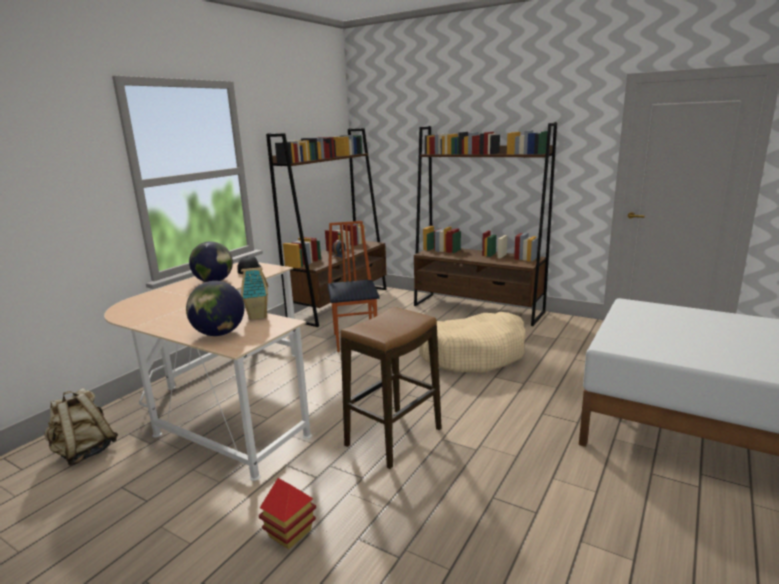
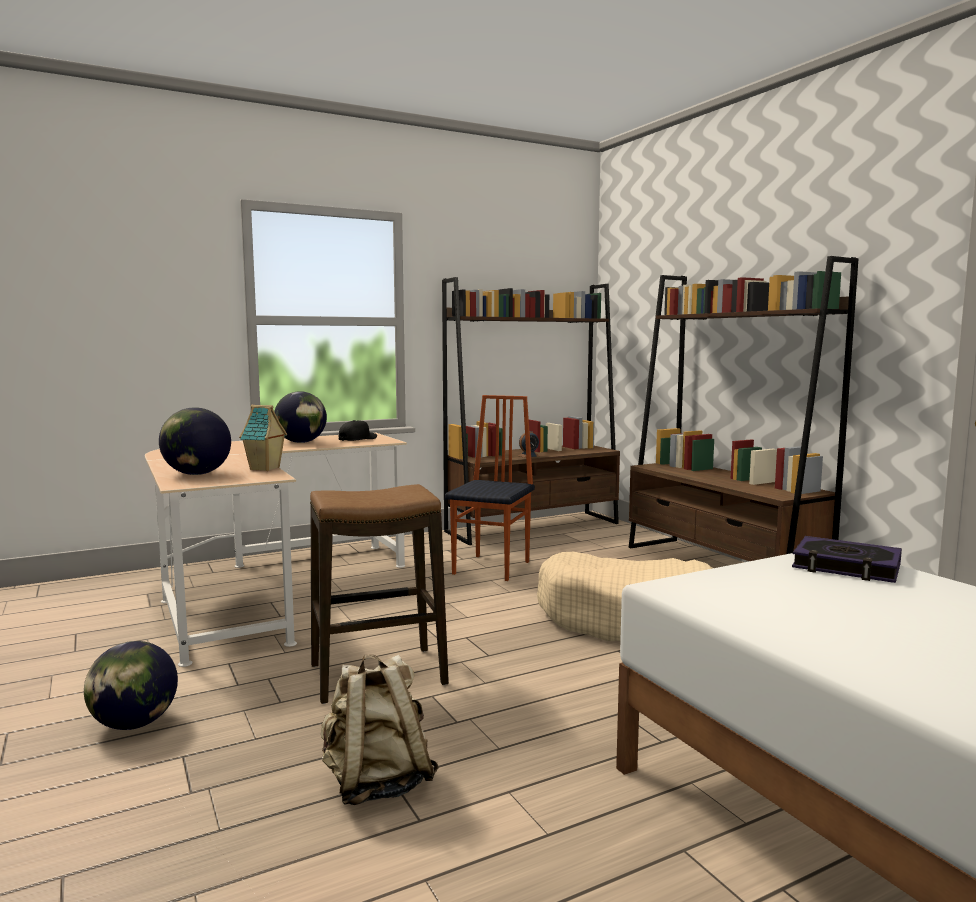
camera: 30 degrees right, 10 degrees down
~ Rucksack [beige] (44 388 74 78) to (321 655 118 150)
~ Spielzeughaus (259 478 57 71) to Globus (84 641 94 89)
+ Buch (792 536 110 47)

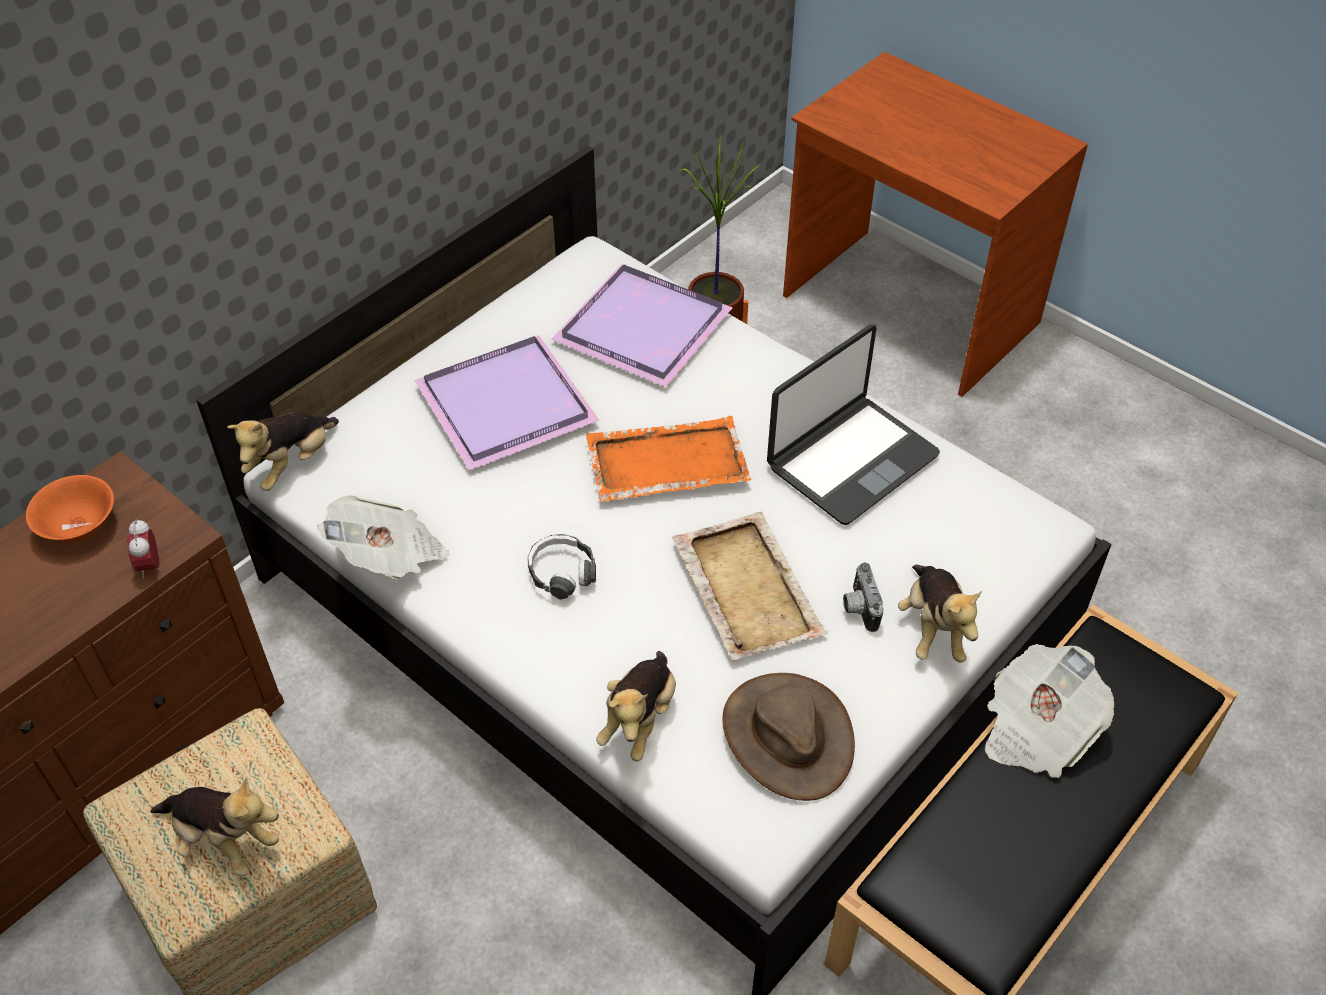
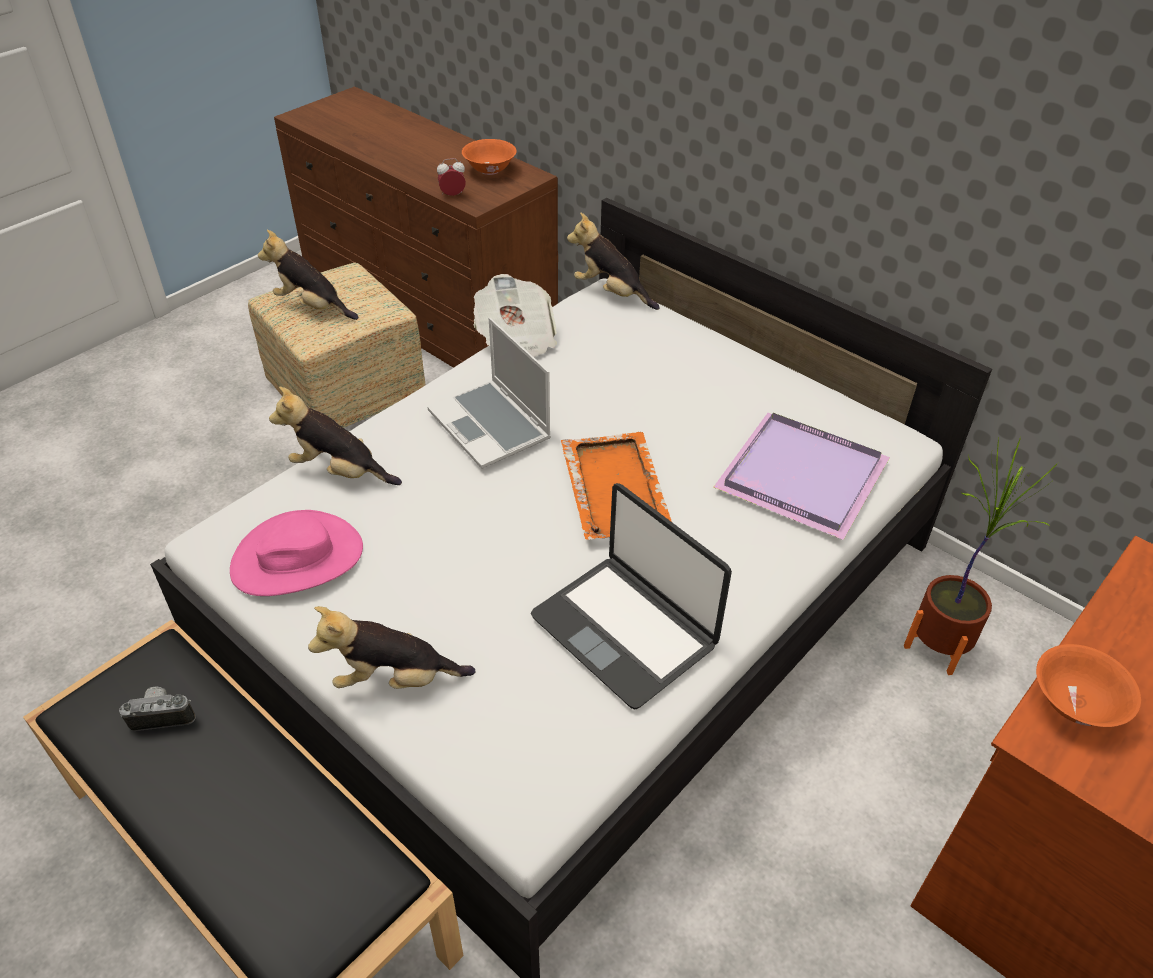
camera: 90 degrees right, 5 degrees down
- Tablett [lila] (414 335 185 136)
- Tablett [beige] (672 512 156 148)
~ Kopfhörer (528 534 68 66) to Laptop (427 318 124 151)
~ Kamera (843 562 41 70) to (119 686 77 45)
- Zeitung (985 644 129 134)
~ Hut [braun] (723 673 132 128) to Hut [rosa] (230 510 133 86)
~ Plüschtier (150 777 129 100) = (258 230 101 90) 90 degrees clockwise
+ Schüssel [orange] (1036 644 105 83)

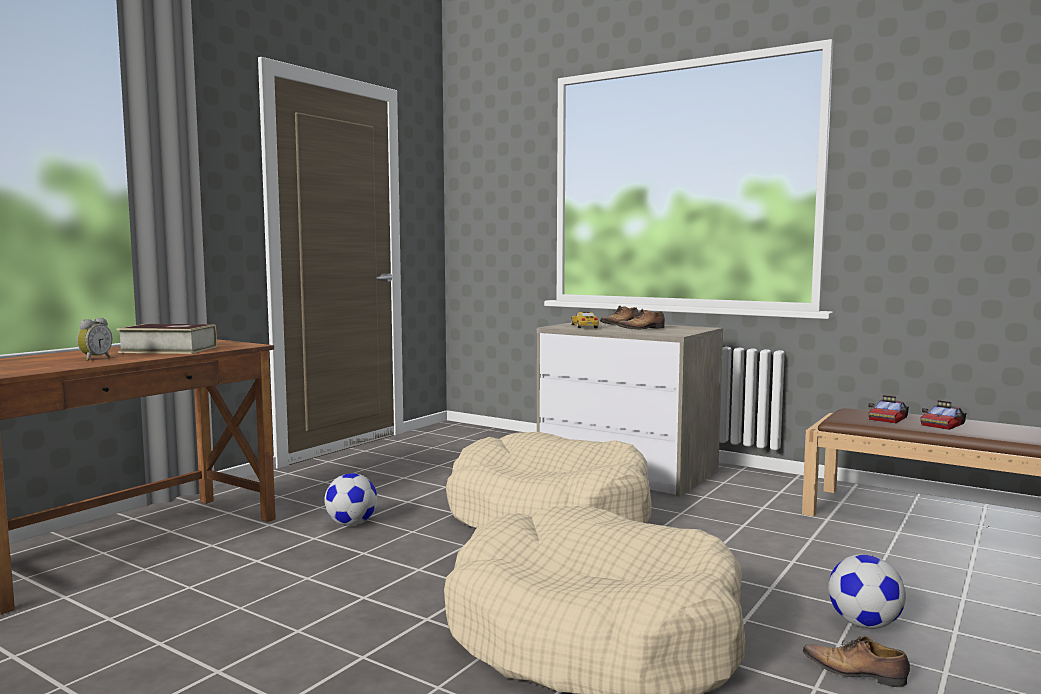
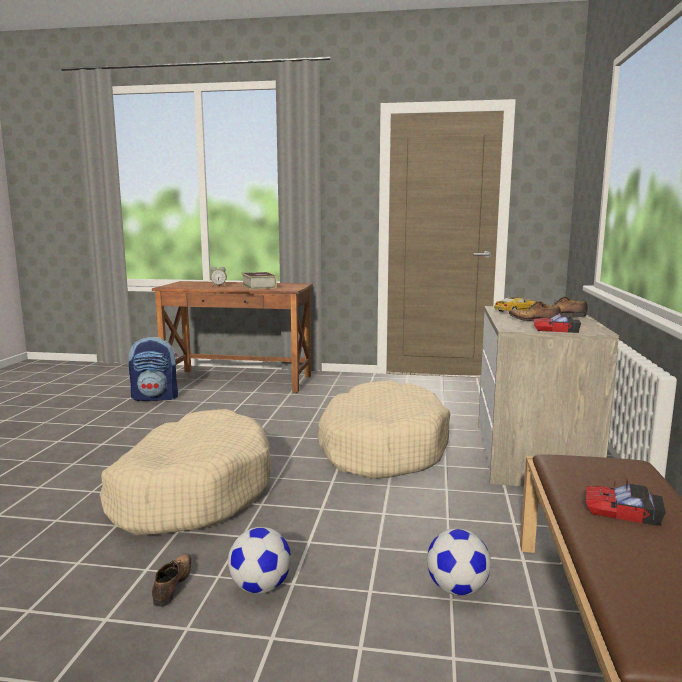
camera: 65 degrees right, 5 degrees up
~ Spielzeugauto (868 395 41 28) to (533 309 48 24)
~ Fußball (324 473 54 53) to (427 529 64 67)
+ Rucksack (129 337 49 64)

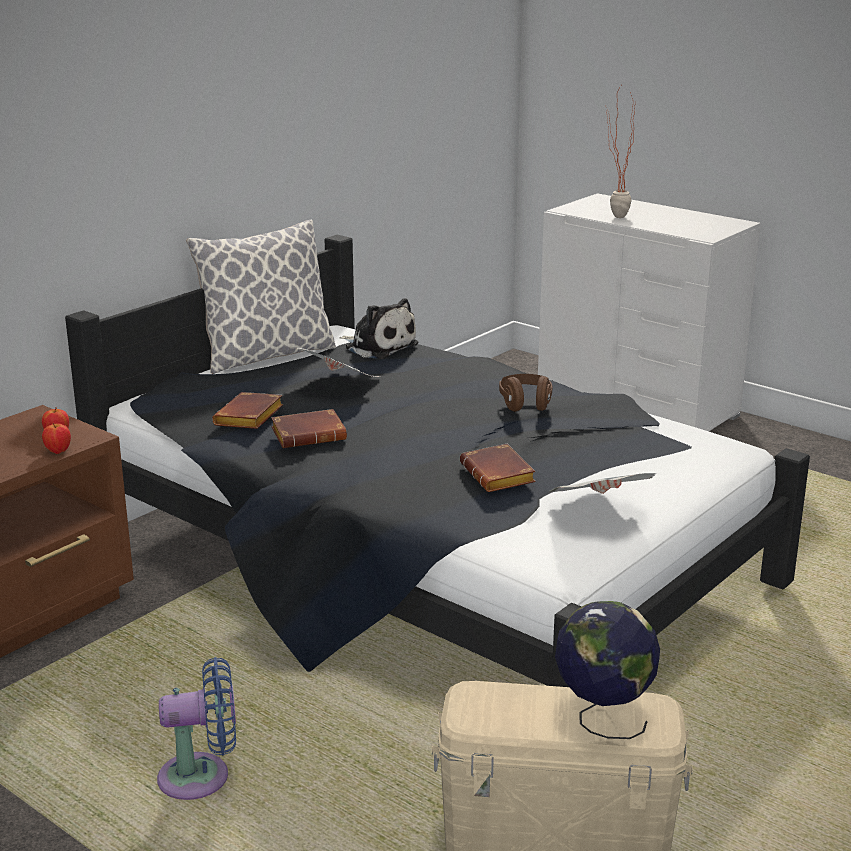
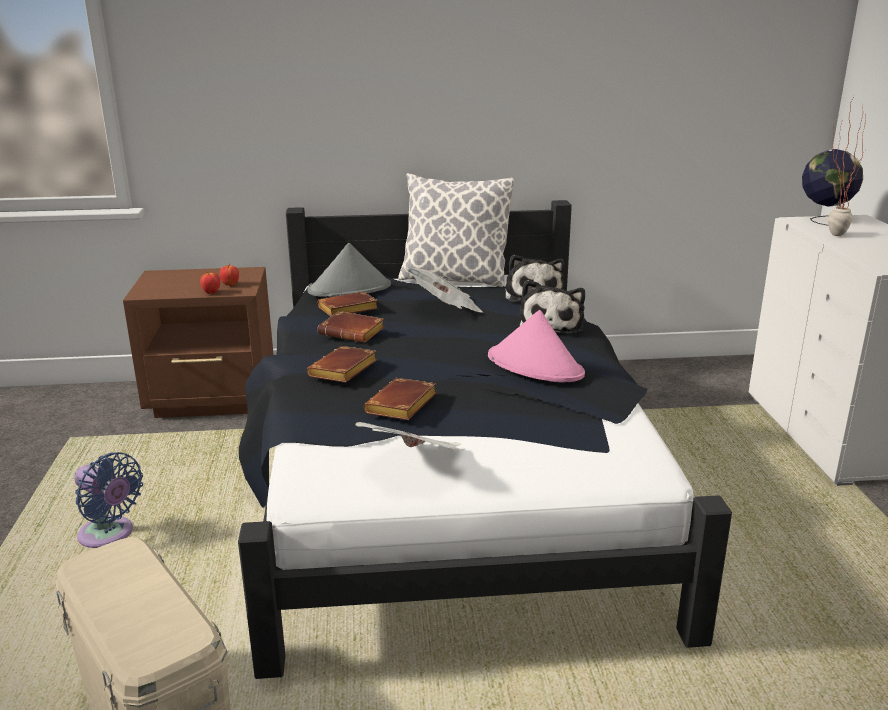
camera: 45 degrees right, 0 degrees up
~ Kopfhörer [braun] (499 374 53 38) to Hut [rosa] (488 310 97 73)
~ Globus (555 601 105 138) to (802 149 61 77)
+ Hut [grau] (308 243 83 54)
+ Plüschtier (520 280 65 54)
+ Buch [braun] (307 346 70 37)

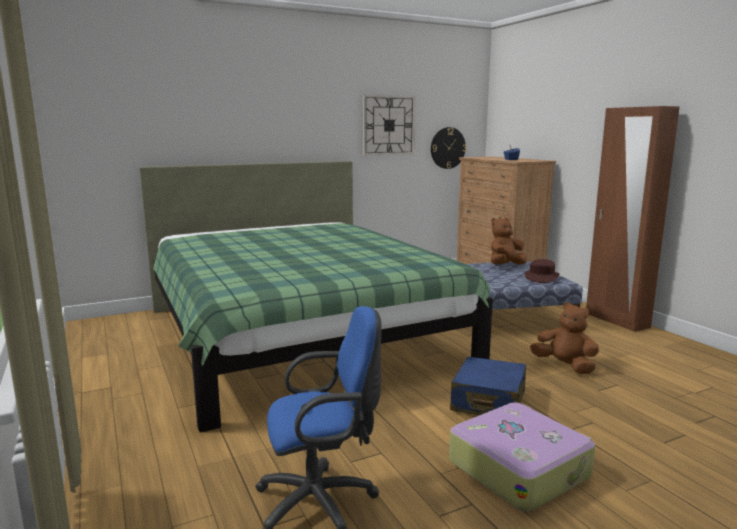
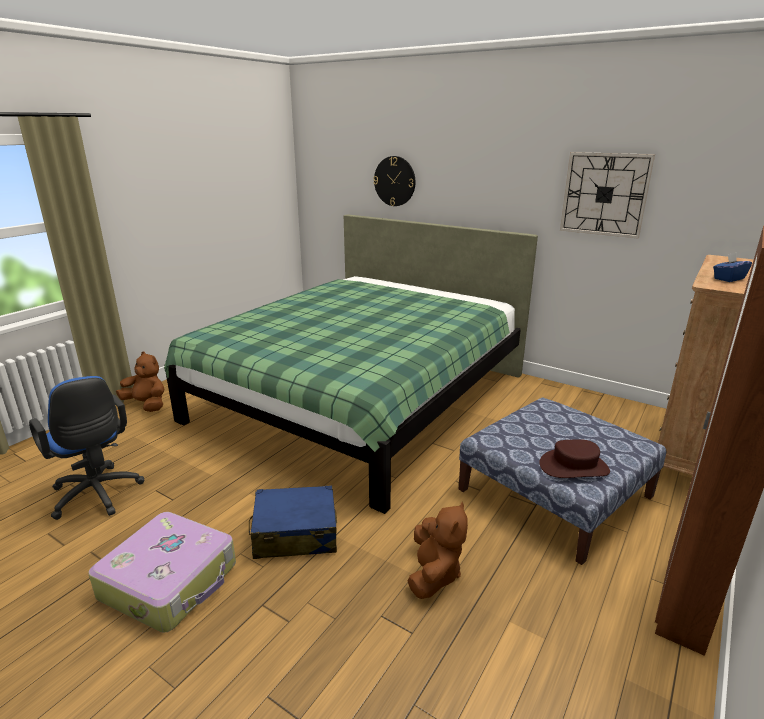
camera: 60 degrees right, 10 degrees up
~ Wanduhr (431 127 35 42) to (373 156 42 50)
~ Plüschtier [braun] (491 218 36 47) to (116 351 48 61)

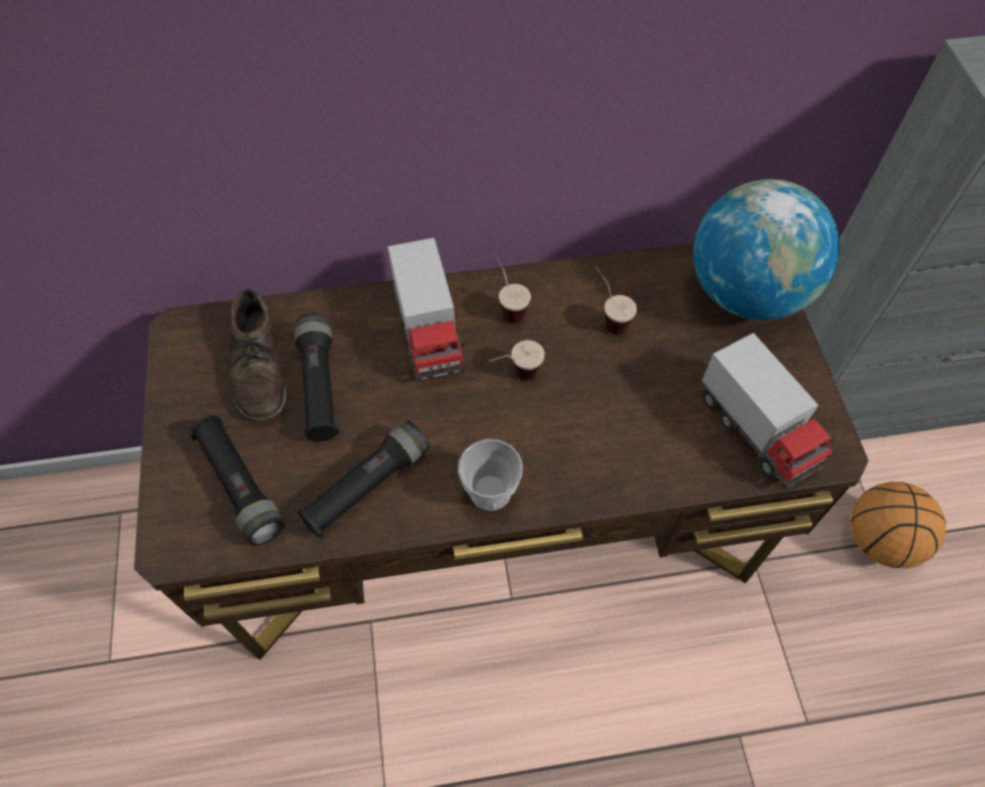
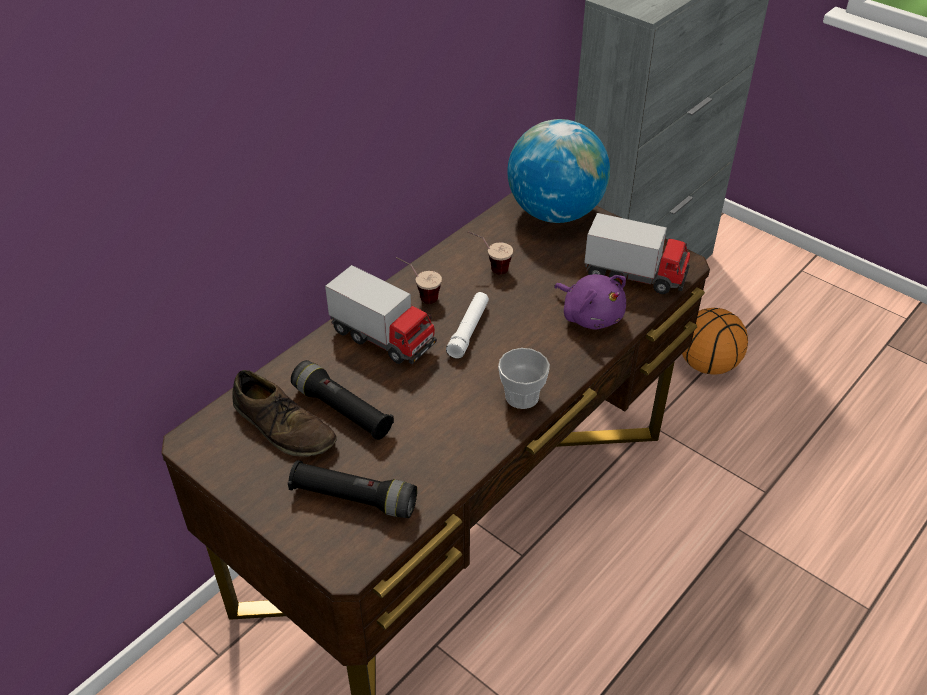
camera: 40 degrees left, 15 degrees down
~ Tasse (489 340 56 41) to Taschenlampe [weiß] (446 292 43 67)
- Taschenlampe [schwarz] (297 421 133 118)
+ Plüschtier [lila] (554 274 72 56)

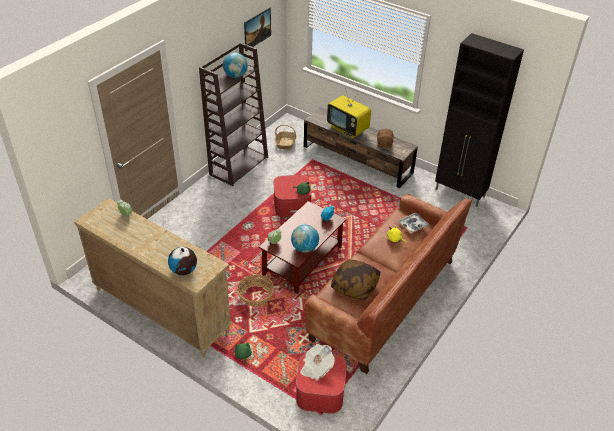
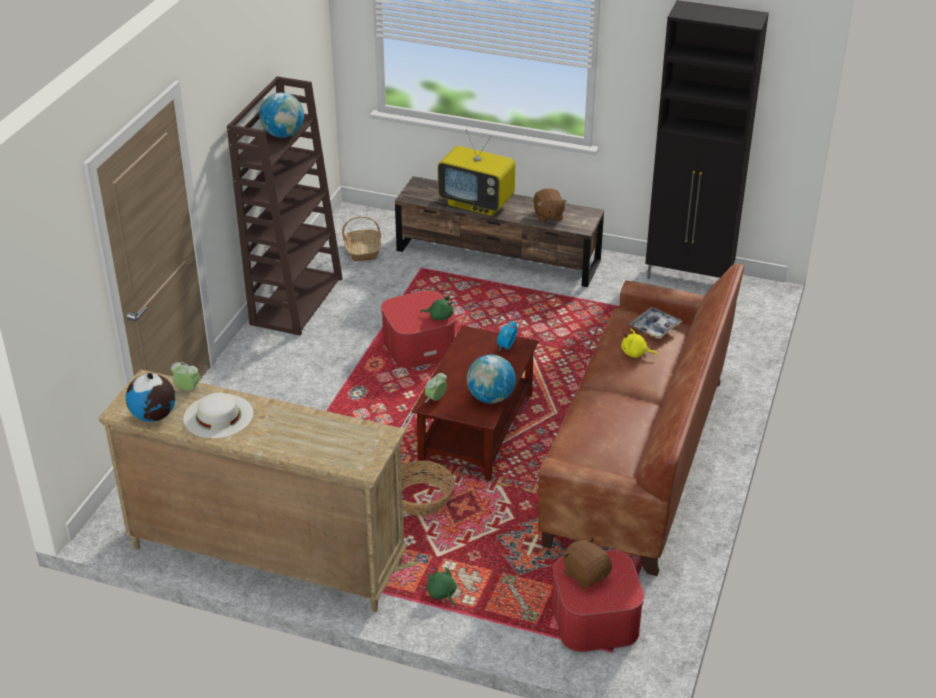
camera: 15 degrees left, 5 degrees down
- Bild (244 8 27 43)
~ Globus (168 247 29 28) to (126 373 49 49)
- Kissen (331 260 49 40)
~ Zeitung (300 344 35 37) to Plüschtier [braun] (562 537 50 52)
+ Hut [weiß] (183 393 70 45)

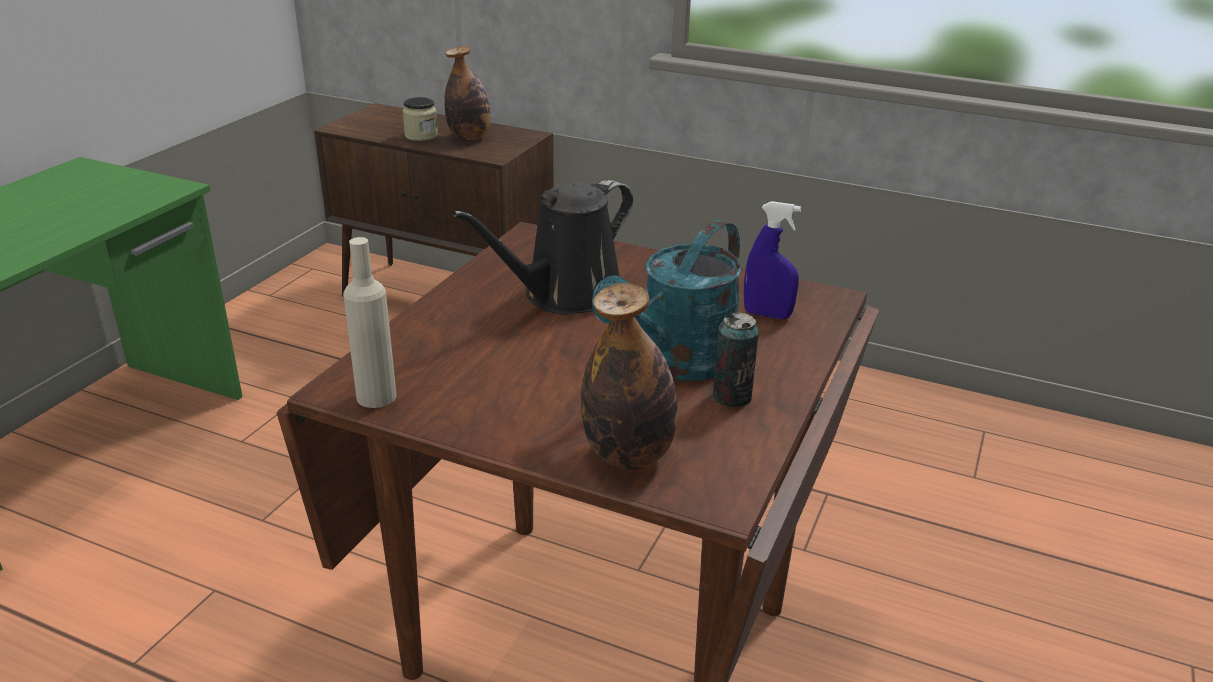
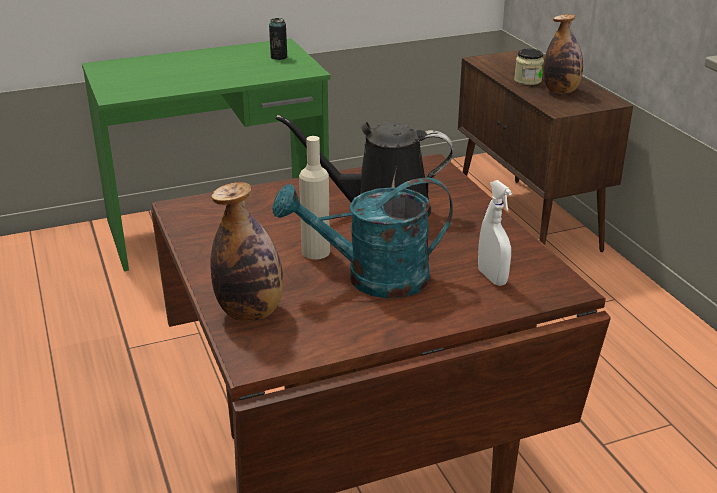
camera: 45 degrees right, 0 degrees up
~ Sprühflasche [blau] (744 201 57 118) to Sprühflasche [weiß] (478 180 34 106)
~ Flasche [beige] (343 237 54 171) to (299 136 31 123)
~ Dose (712 312 47 95) to (269 18 18 42)

